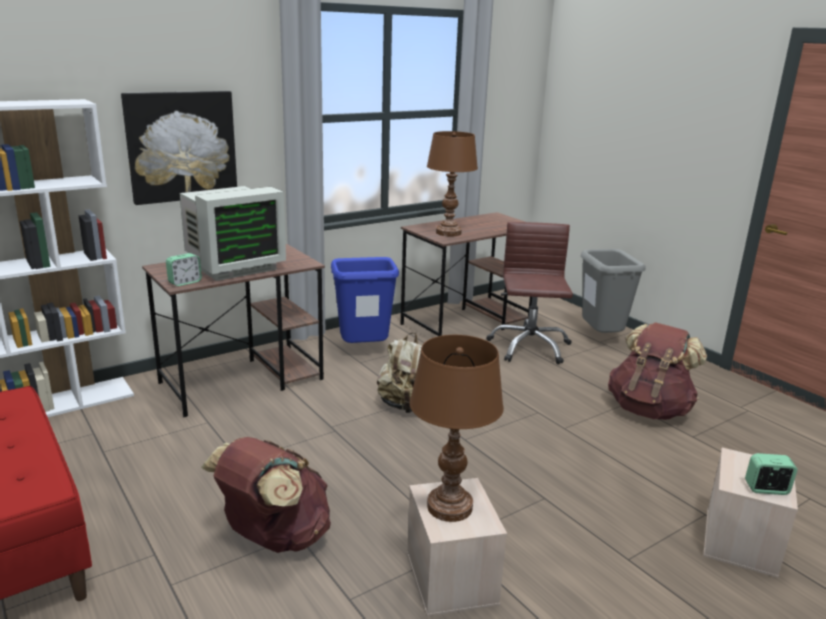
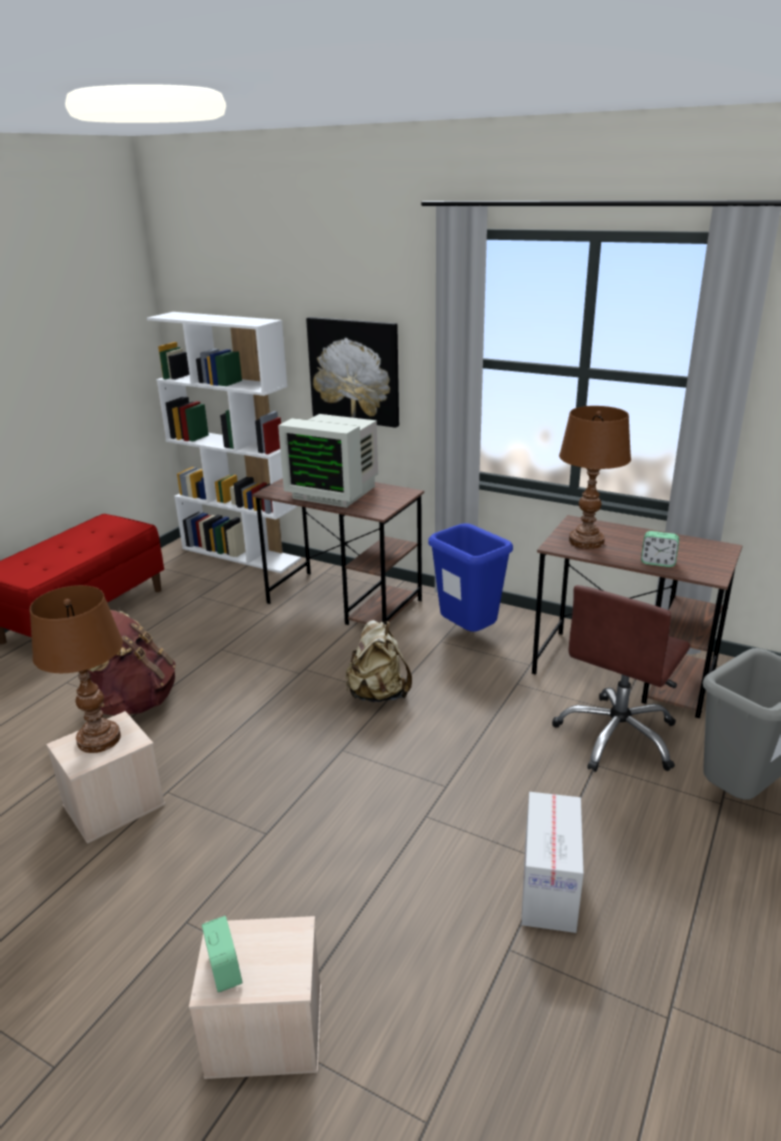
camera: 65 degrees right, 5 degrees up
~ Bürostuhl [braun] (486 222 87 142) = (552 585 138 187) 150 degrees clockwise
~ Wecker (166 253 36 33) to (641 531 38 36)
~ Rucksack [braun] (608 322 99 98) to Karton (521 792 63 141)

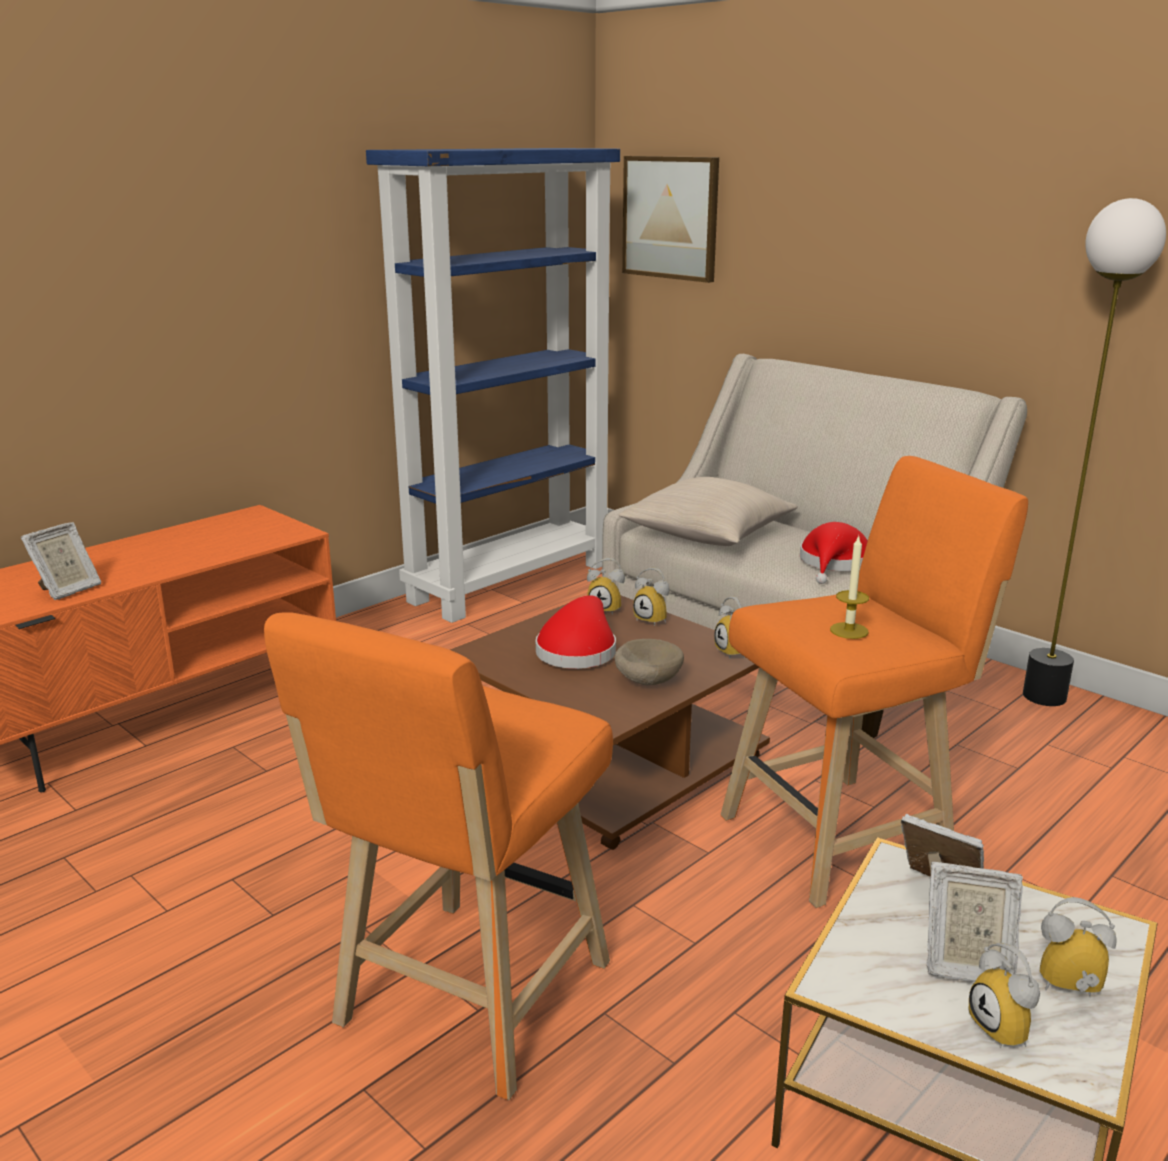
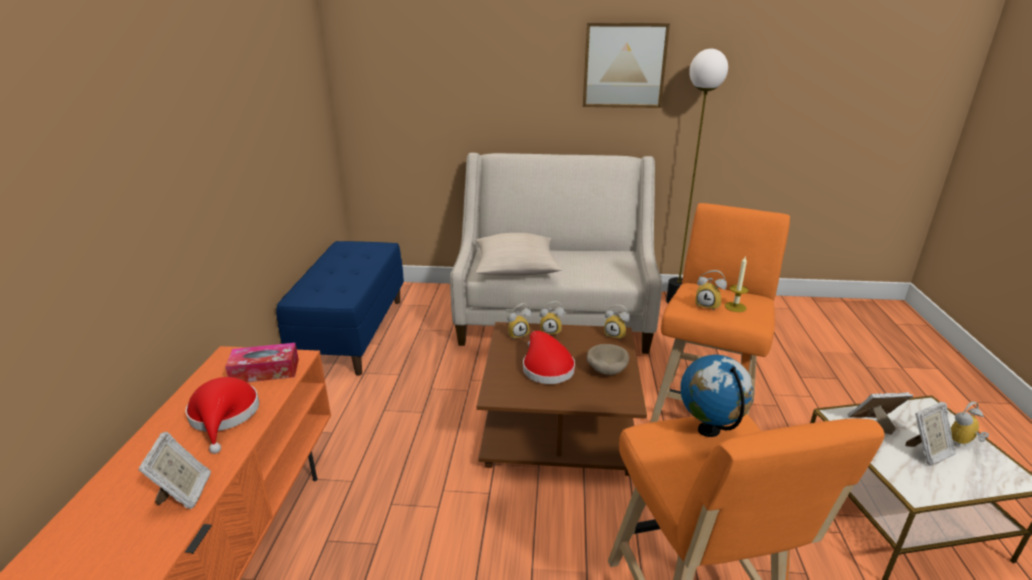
camera: 40 degrees left, 5 degrees up
~ Bücherregal [blau] (366 148 254 475) to Bank [blau] (276 241 128 135)
~ Bild (622 156 97 127) to (583 23 87 85)
~ Hut [rot] (800 522 68 62) to (185 377 74 77)
~ Wecker (969 943 71 105) to (695 270 32 41)
+ Taschentuchbox (225 343 74 39)
+ Globus (680 355 74 82)

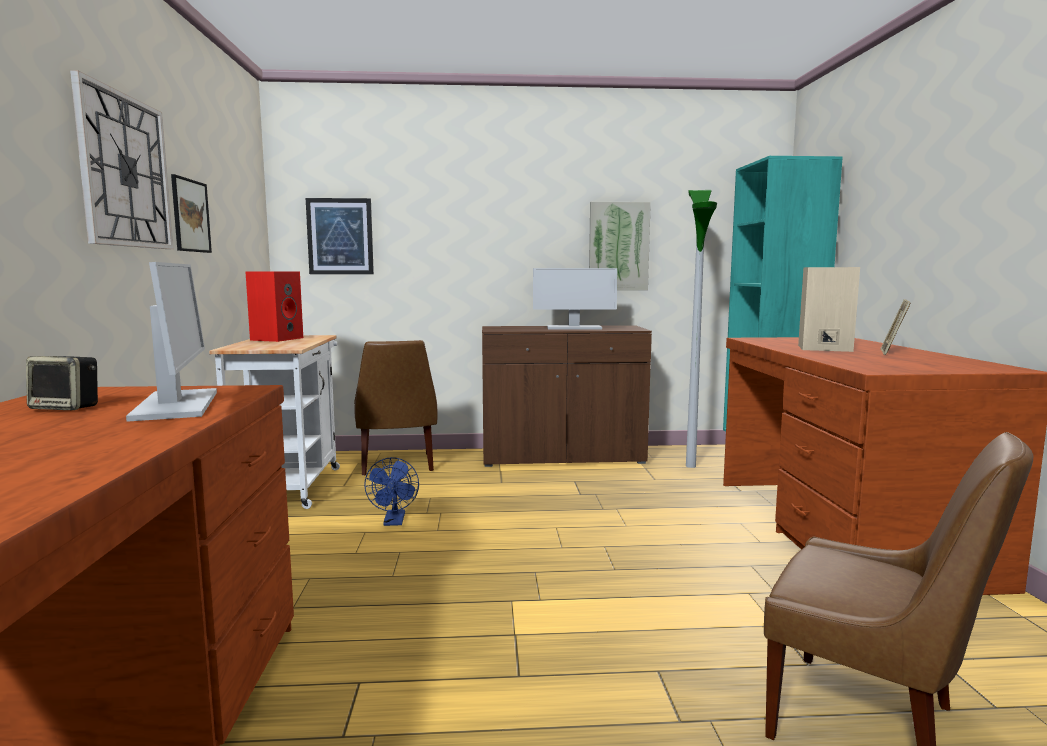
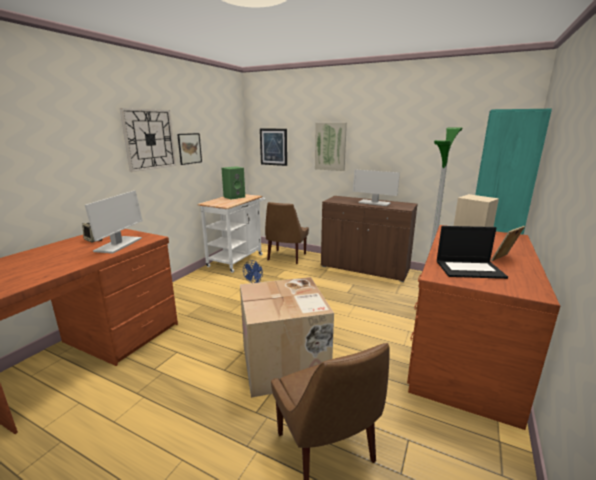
camera: 30 degrees right, 10 degrees up
~ Bild (589 202 62 88) to (315 123 32 48)
~ Lautsprecher [rot] (245 271 58 71) to Lautsprecher [grün] (221 166 24 34)
+ Laptop (437 226 71 53)
+ Karton (240 277 94 121)

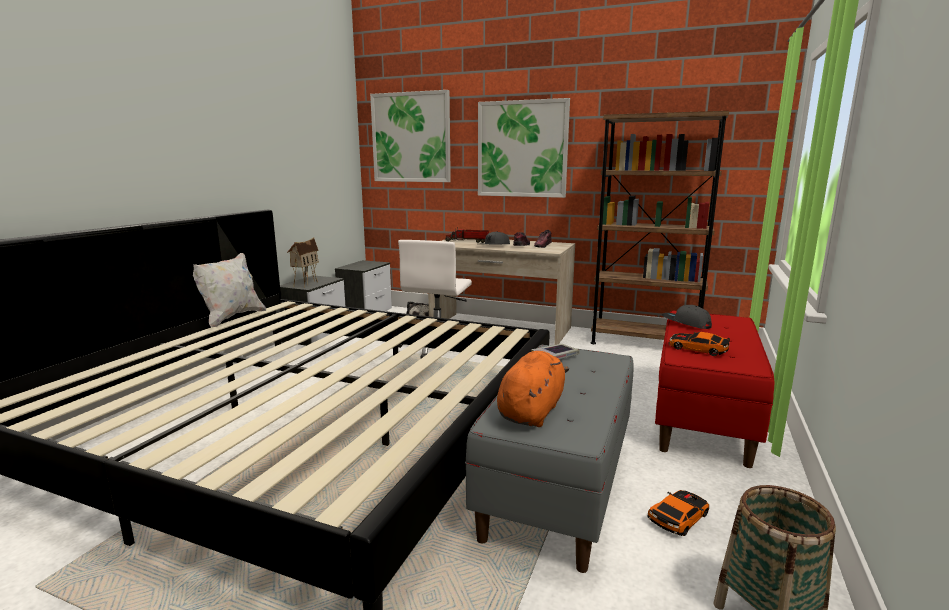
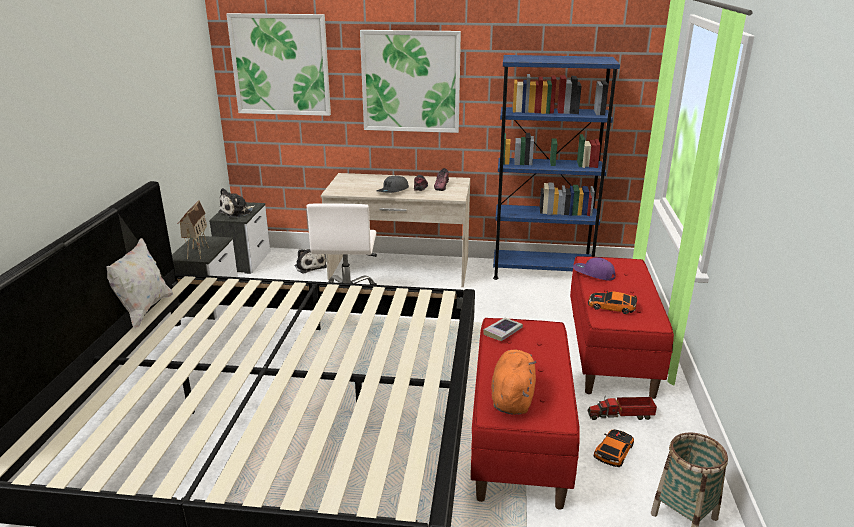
camera: 15 degrees left, 10 degrees up
~ Bücherregal [braun] (590 111 139 233) to Bücherregal [blau] (493 55 127 225)
~ Spielzeuglaster (445 227 44 16) to (588 396 69 24)
~ Kappe [grau] (662 305 50 24) to Kappe [lila] (573 257 43 24)
~ Bank [grau] (465 345 169 228) to Bank [rot] (471 318 109 192)
+ Plüschtier (218 188 37 30)

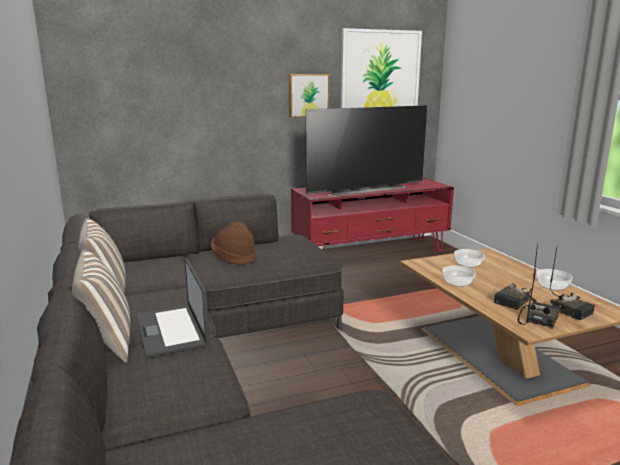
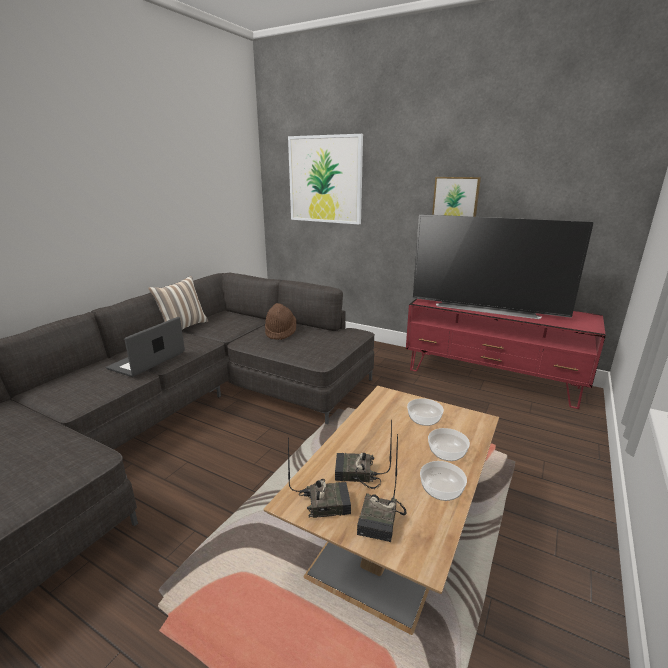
camera: 50 degrees right, 5 degrees up
~ Bild (340 28 82 80) to (288 134 75 90)
- Kissen (72 249 58 114)
~ Schüssel (442 266 34 21) to (428 428 42 33)

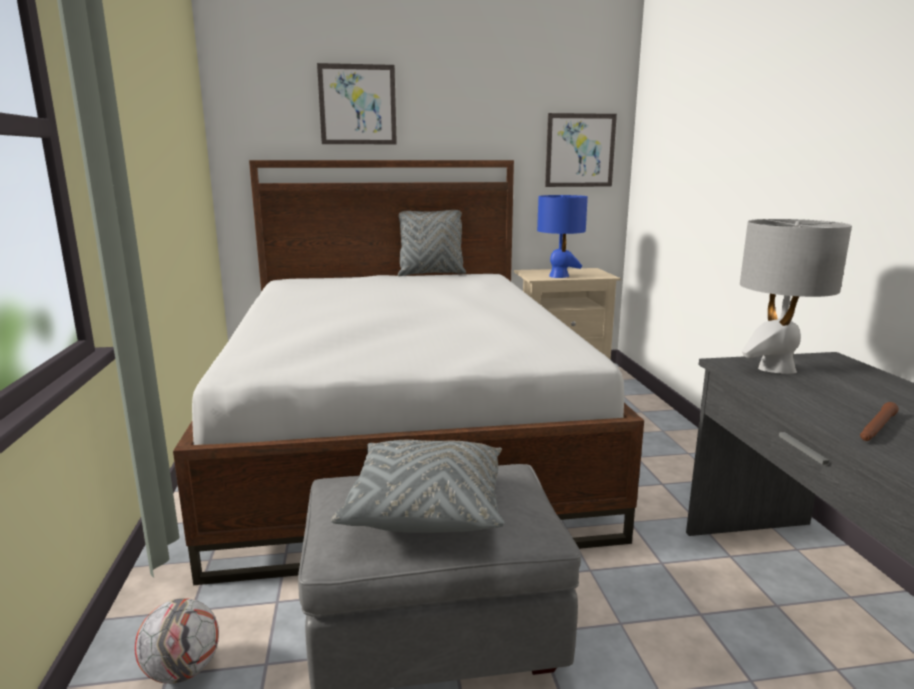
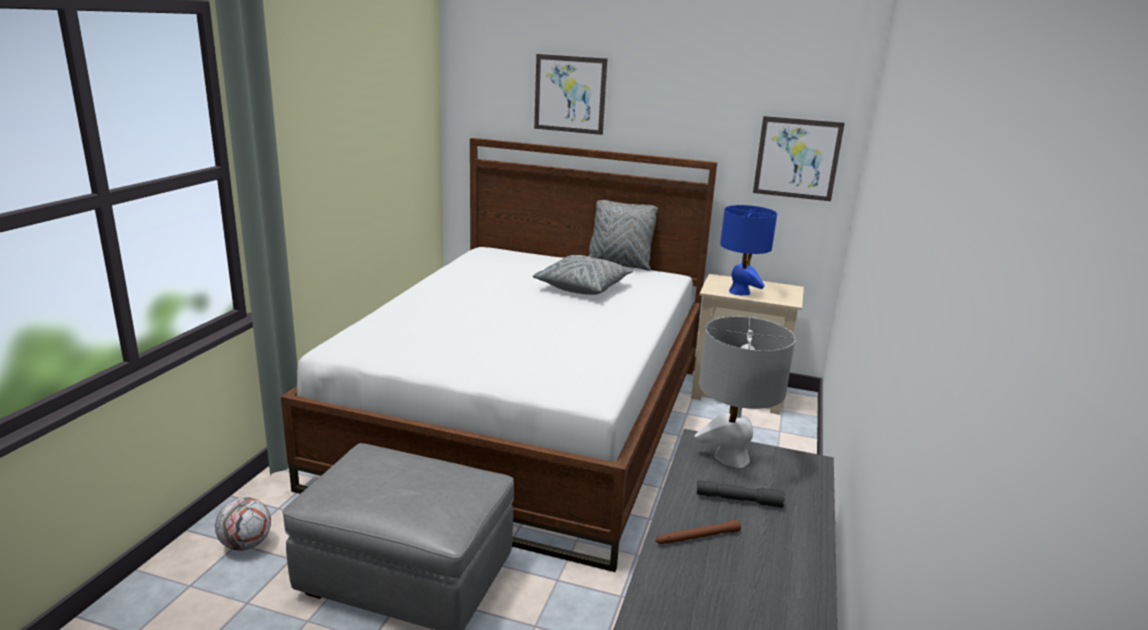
camera: 25 degrees right, 5 degrees up
~ Kissen [grau] (331 440 174 93) to (533 255 100 40)
+ Taschenlampe [grau] (697 480 88 28)

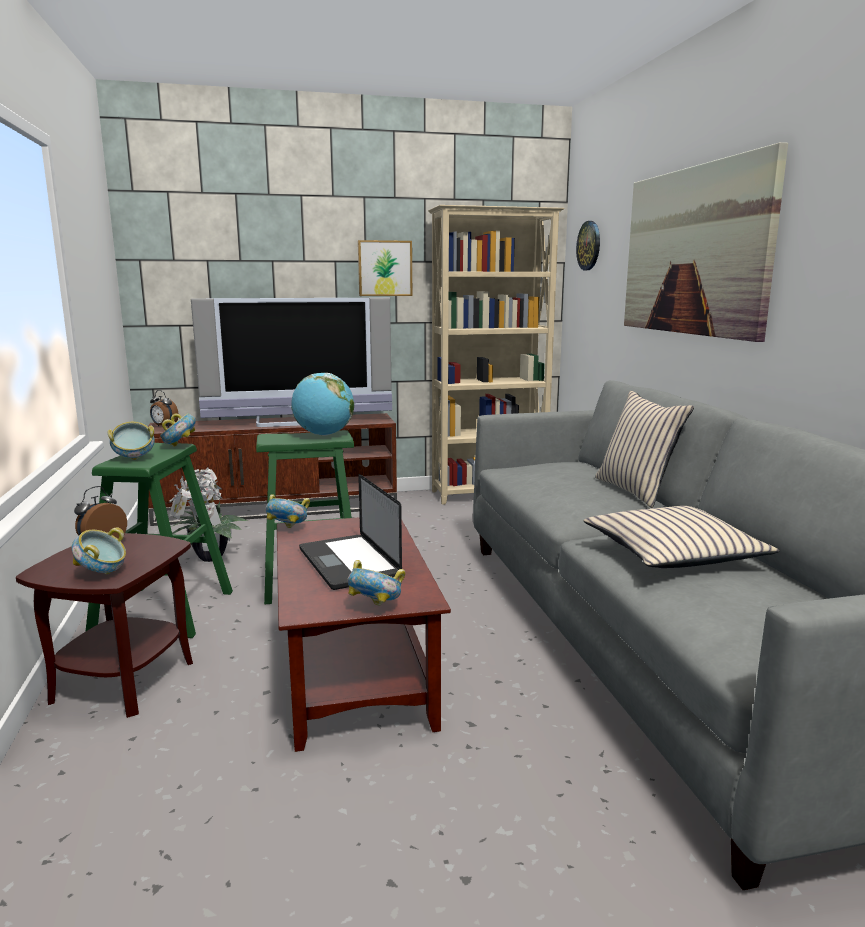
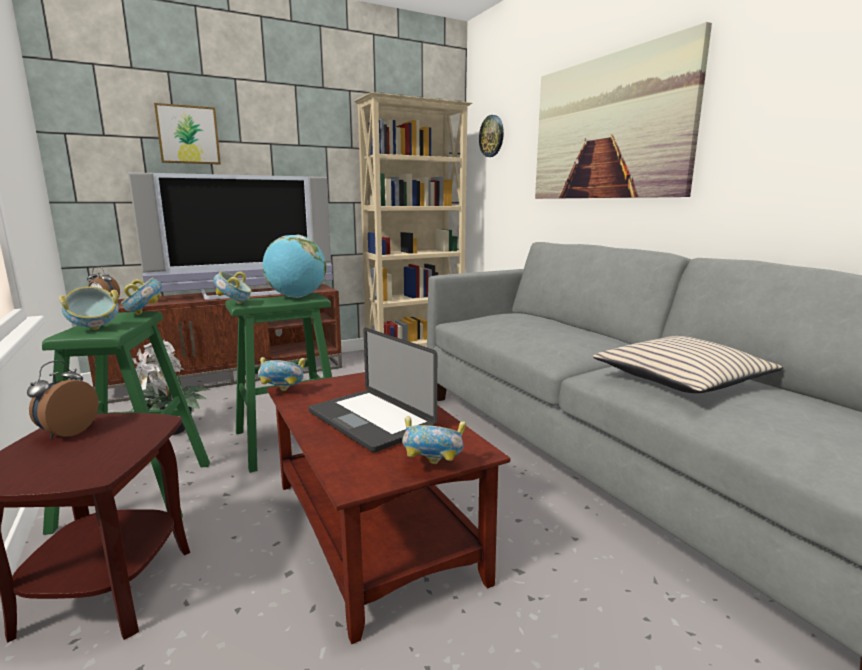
camera: 15 degrees left, 0 degrees up
~ Bild (358 240 54 56) to (154 103 67 61)
- Kissen [beige] (595 391 99 117)
~ Schüssel (72 527 54 48) to (213 271 39 33)

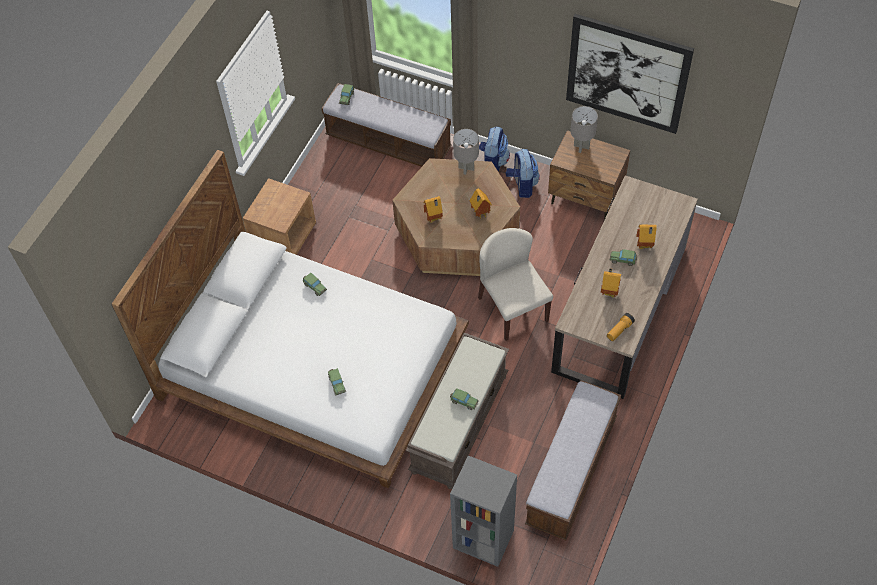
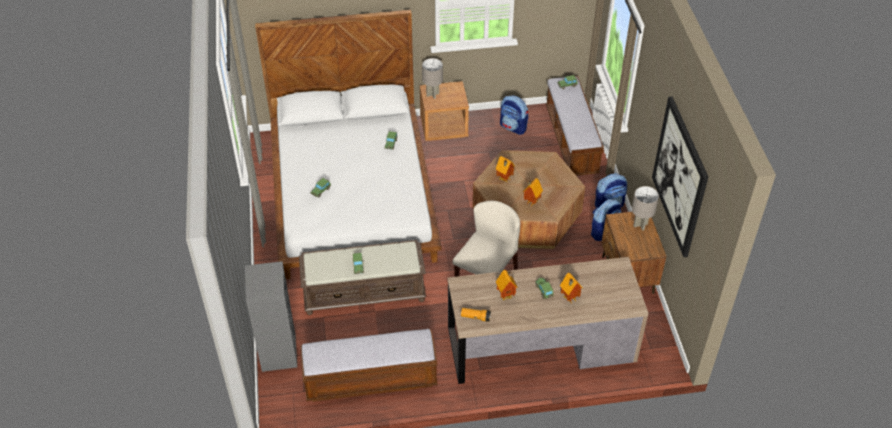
camera: 55 degrees right, 10 degrees down
~ Tischlampe [grau] (453 129 26 46) to (422 58 21 41)
+ Rucksack (500 96 28 39)

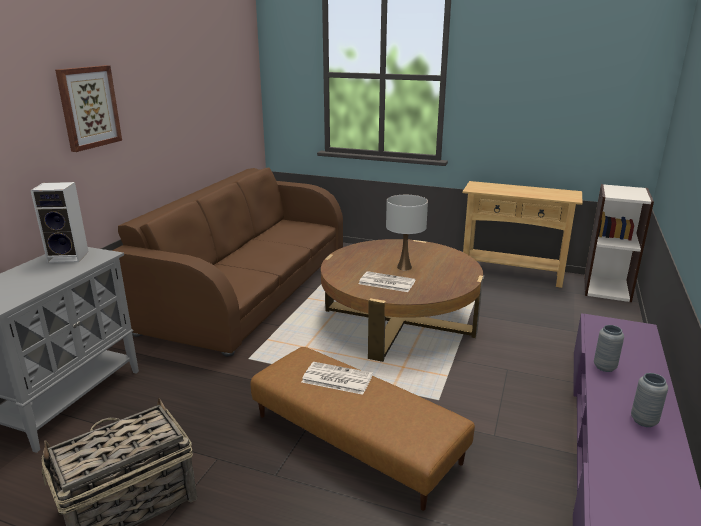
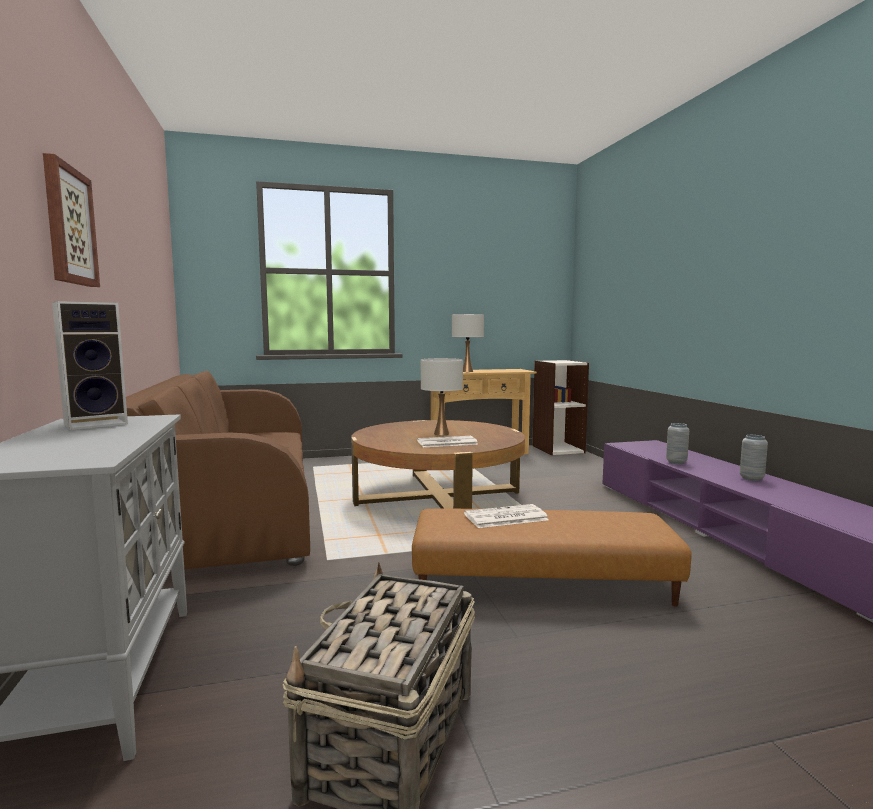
camera: 35 degrees left, 15 degrees down
+ Tischlampe [weiß] (452 314 32 58)

